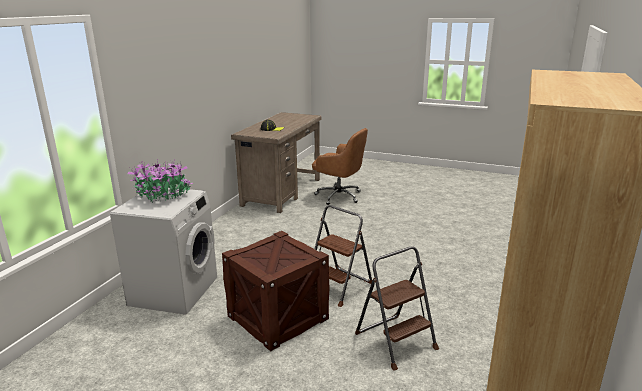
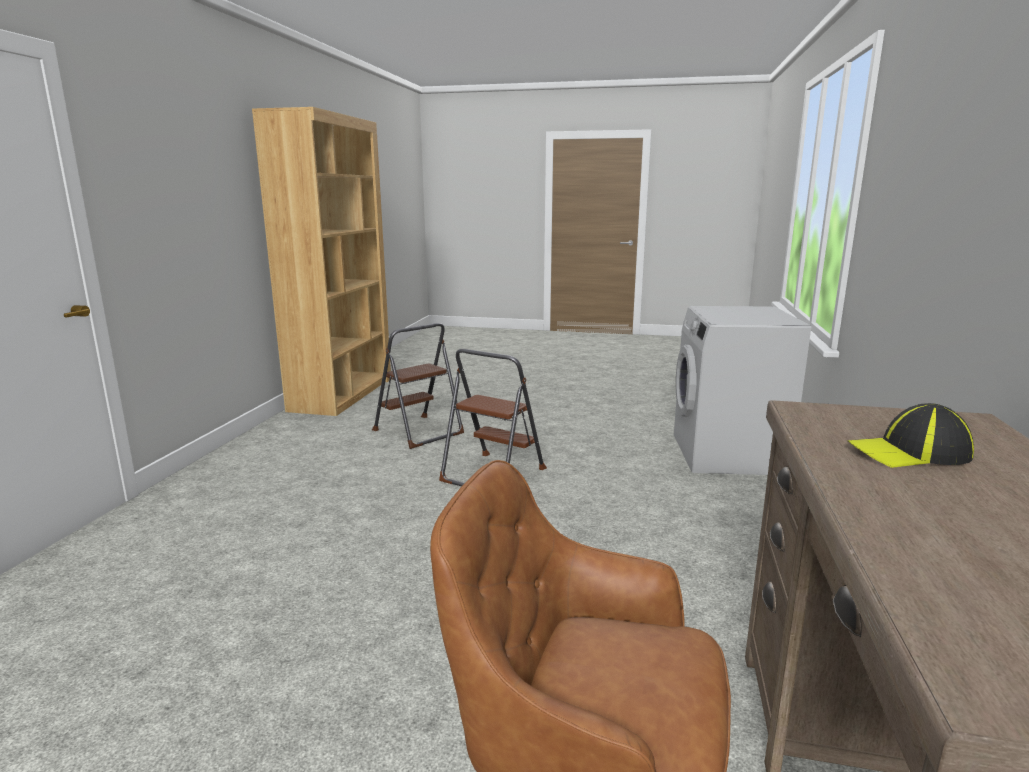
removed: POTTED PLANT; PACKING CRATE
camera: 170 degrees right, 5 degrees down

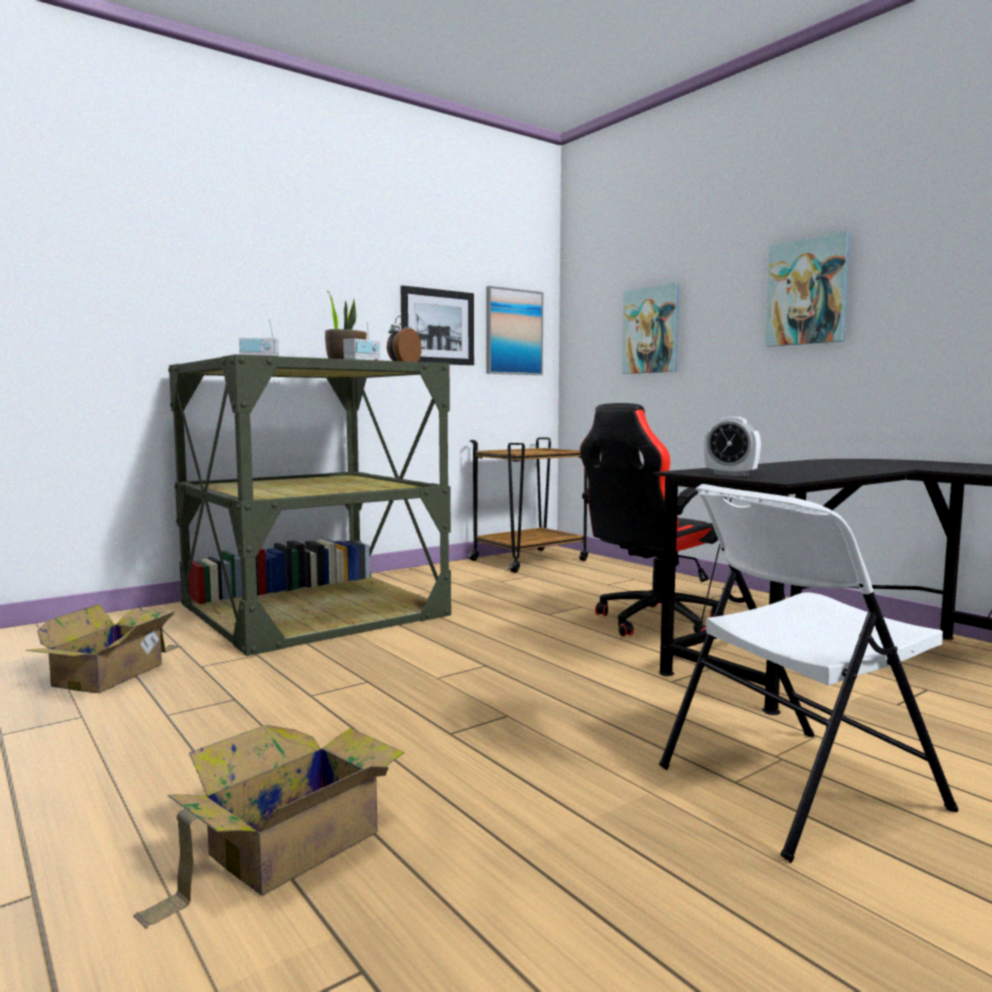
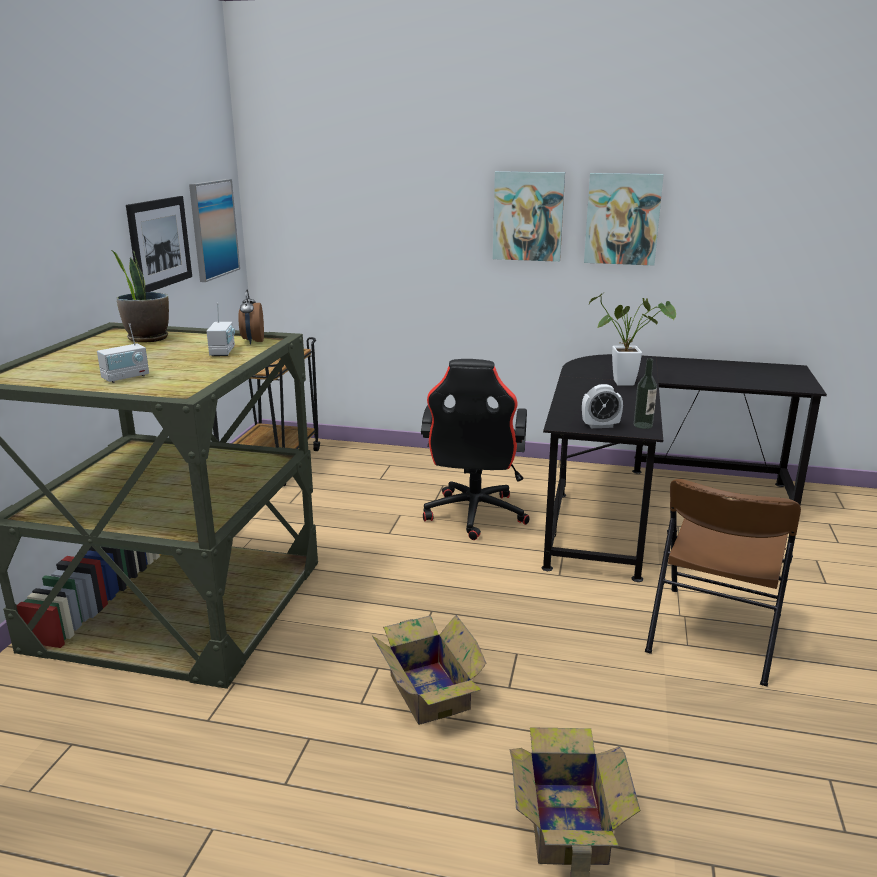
added: POTTED PLANT (2nd from left); DRINK BOTTLE
moved: PACKING BOX (1st from left); PICTURE (3rd from left in the first image) to PICTURE (4th from left)
recoloured: WHITE-COLOURED CHAIR to BROWNISH CHAIR
camera: 40 degrees left, 15 degrees up

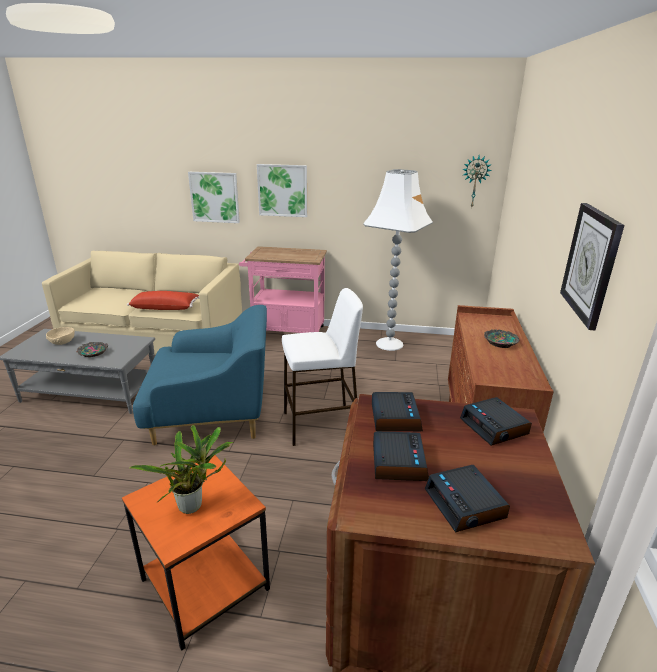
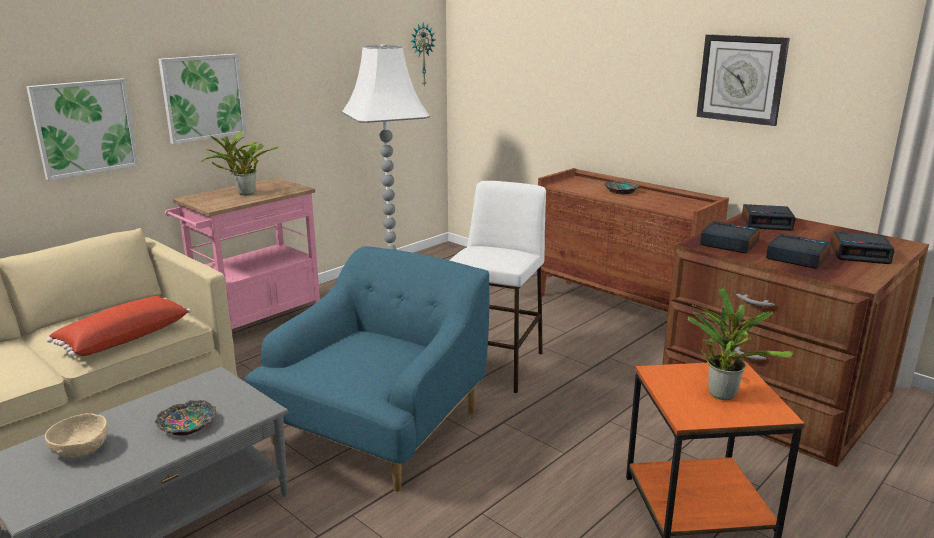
added: POTTED PLANT (1st from left)
camera: 55 degrees left, 5 degrees down

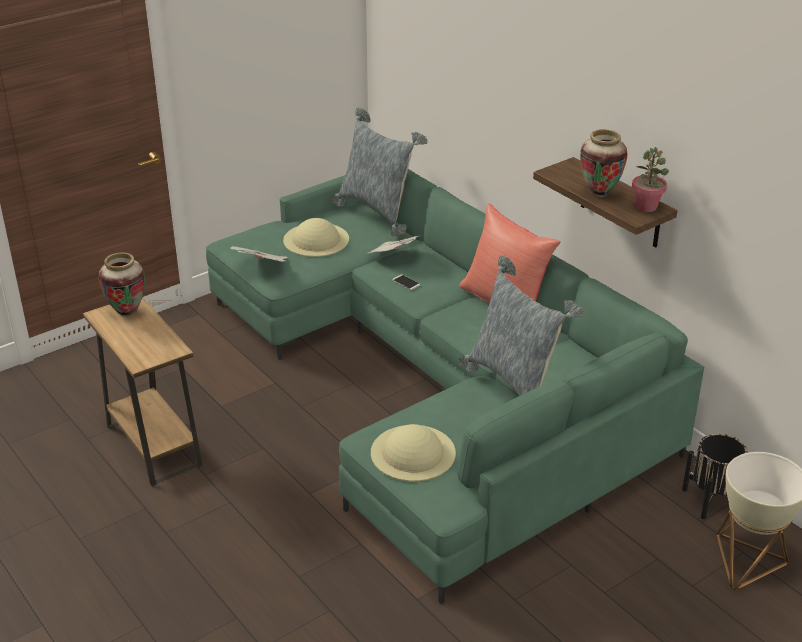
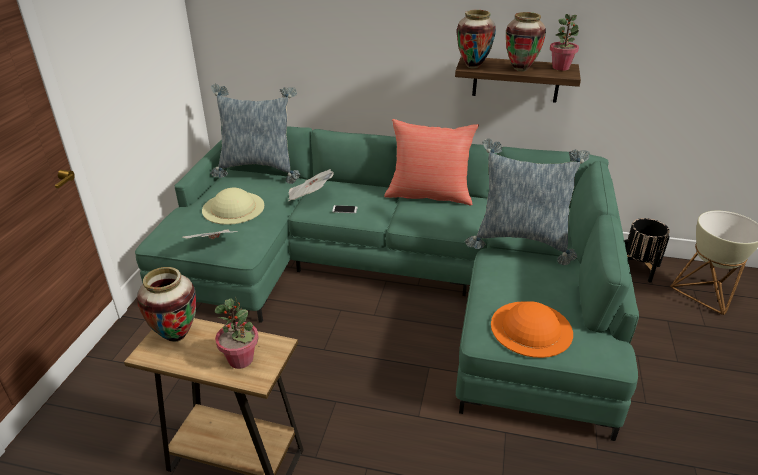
added: POTTED PLANT (1st from left); DECORATIVE VASE (2nd from left)
recoloured: BEIGE CLOTHING HAT (2nd from left) to ORANGEY CLOTHING HAT
camera: 40 degrees left, 0 degrees up

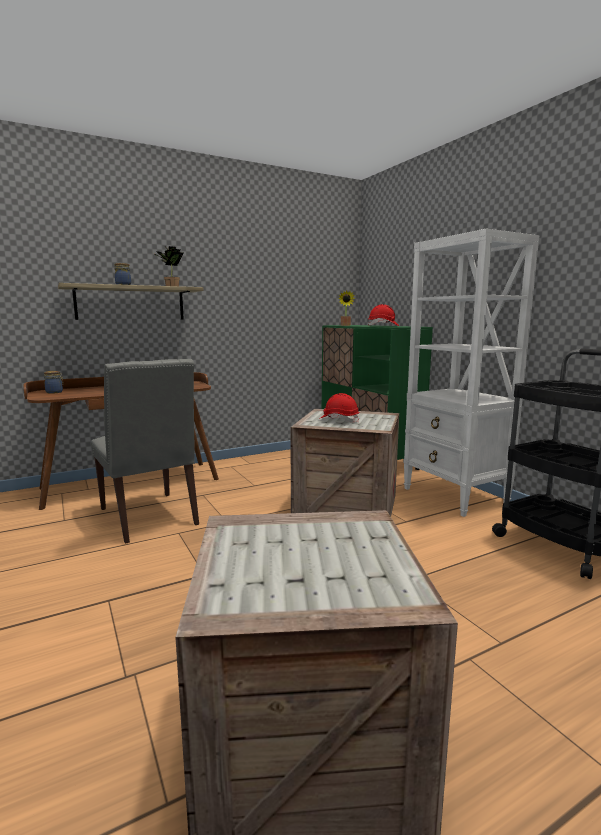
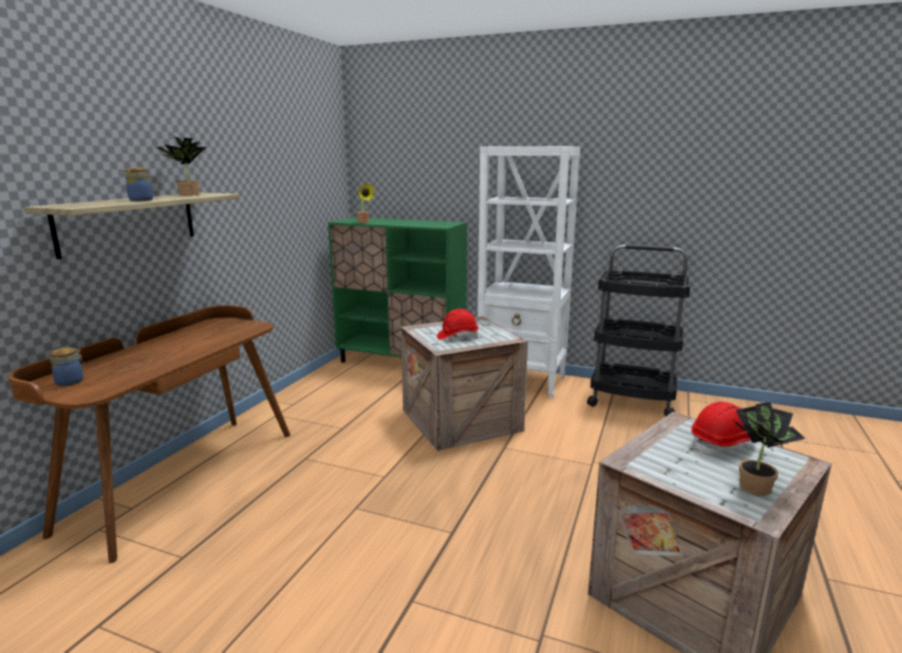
removed: GRAY CHAIR
added: POTTED PLANT (3rd from left)
moved: RED-COLOURED HARD HAT (2nd from left)
camera: 40 degrees left, 5 degrees up

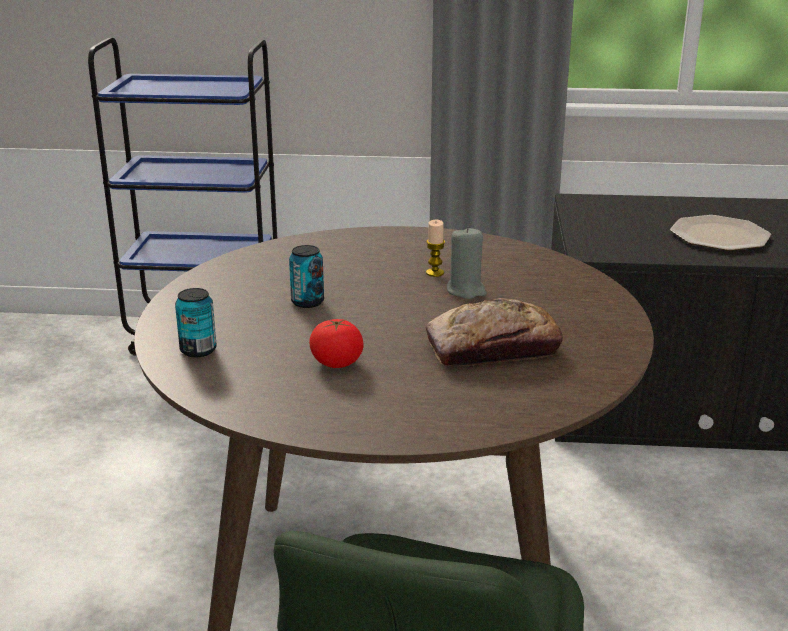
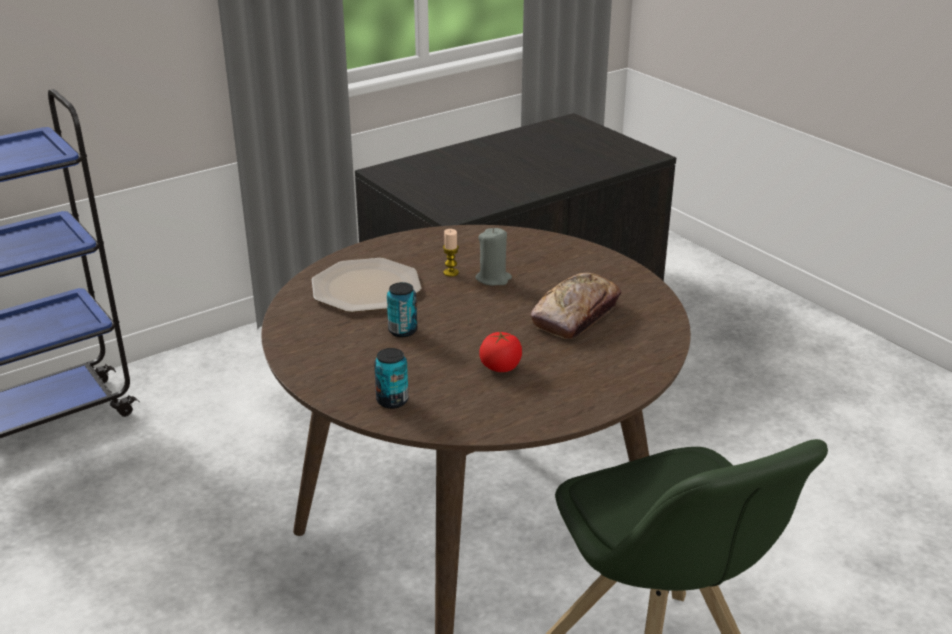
moved: PLATE
camera: 40 degrees left, 5 degrees up

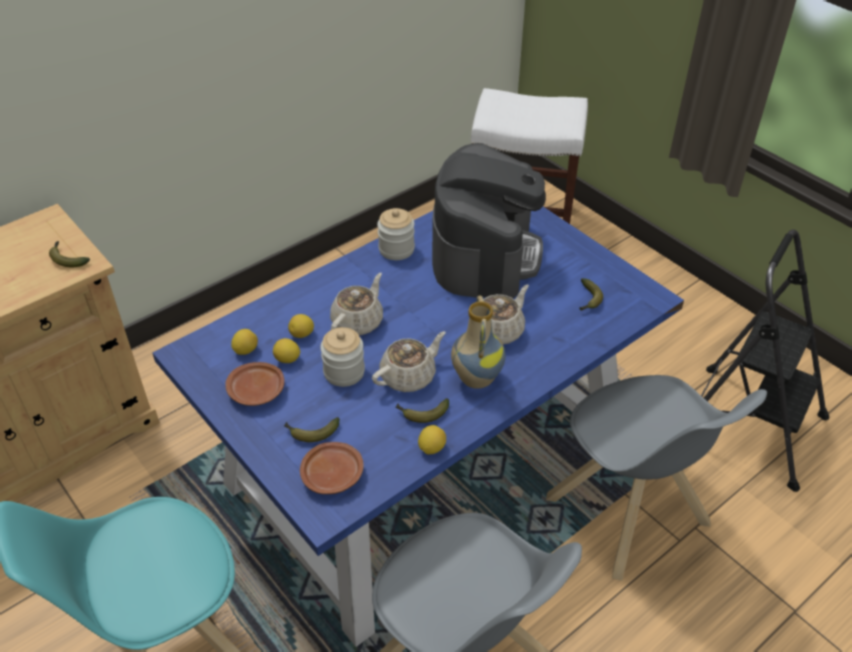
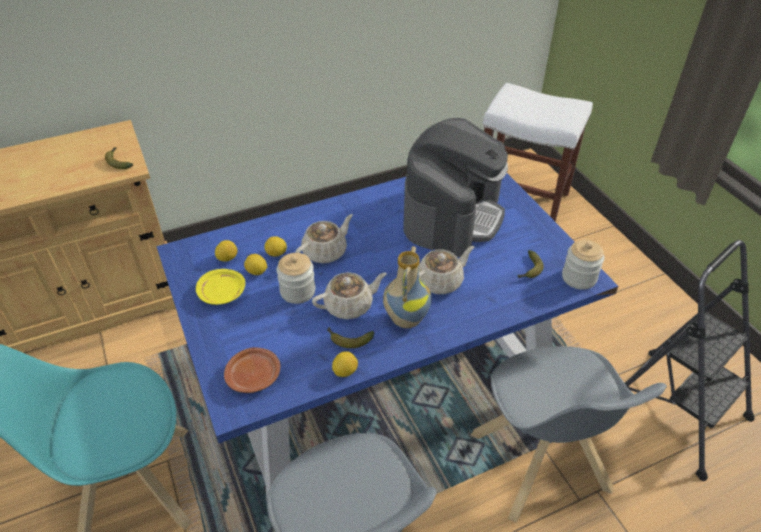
removed: WHOLE BANANA (2nd from left)
moved: PRESERVE JAR (2nd from left)
recoloured: BROWNISH PLATE (1st from left) to YELLOWISH PLATE
camera: 15 degrees right, 0 degrees up

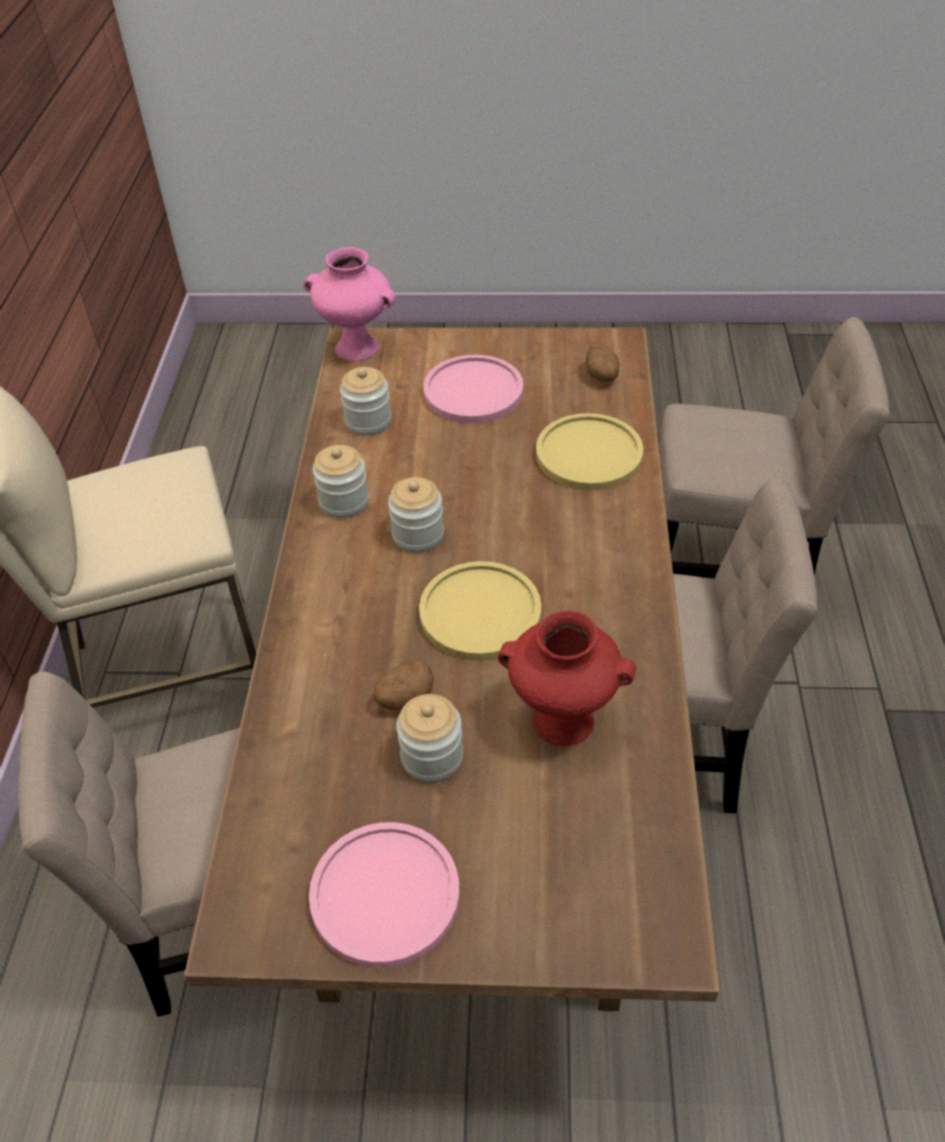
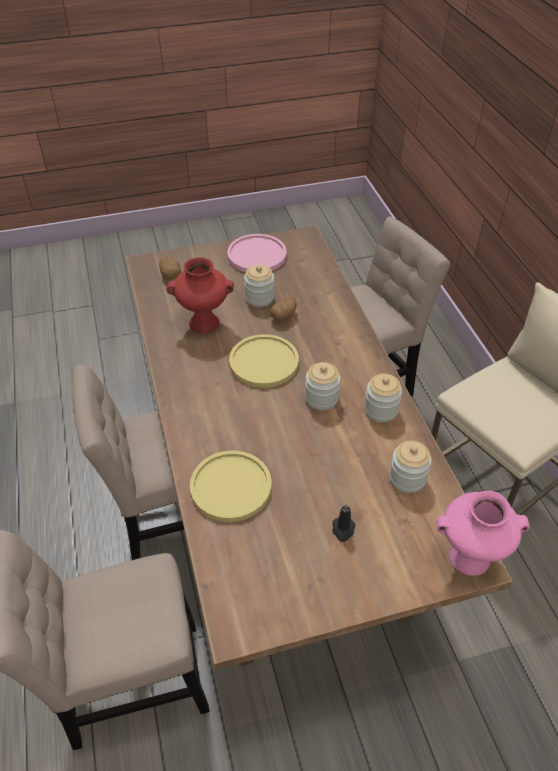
moved: WHOLE POTATO (2nd from left in the first image) to WHOLE POTATO (1st from left)
replaced: PINKISH PLATE (2nd from left) to BLACK-COLOURED CANDLE
camera: 160 degrees right, 0 degrees up

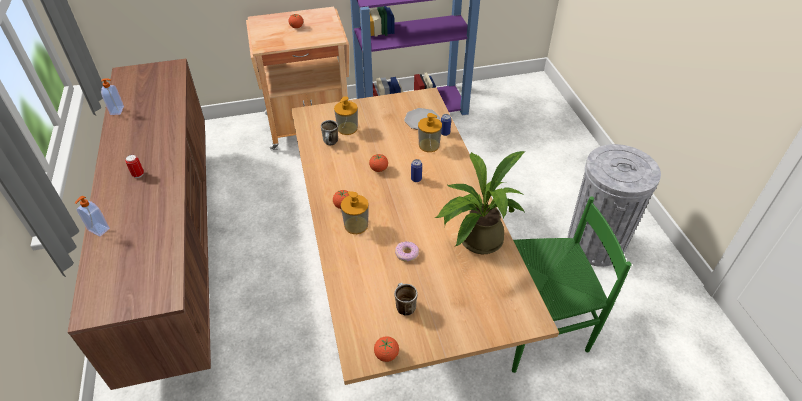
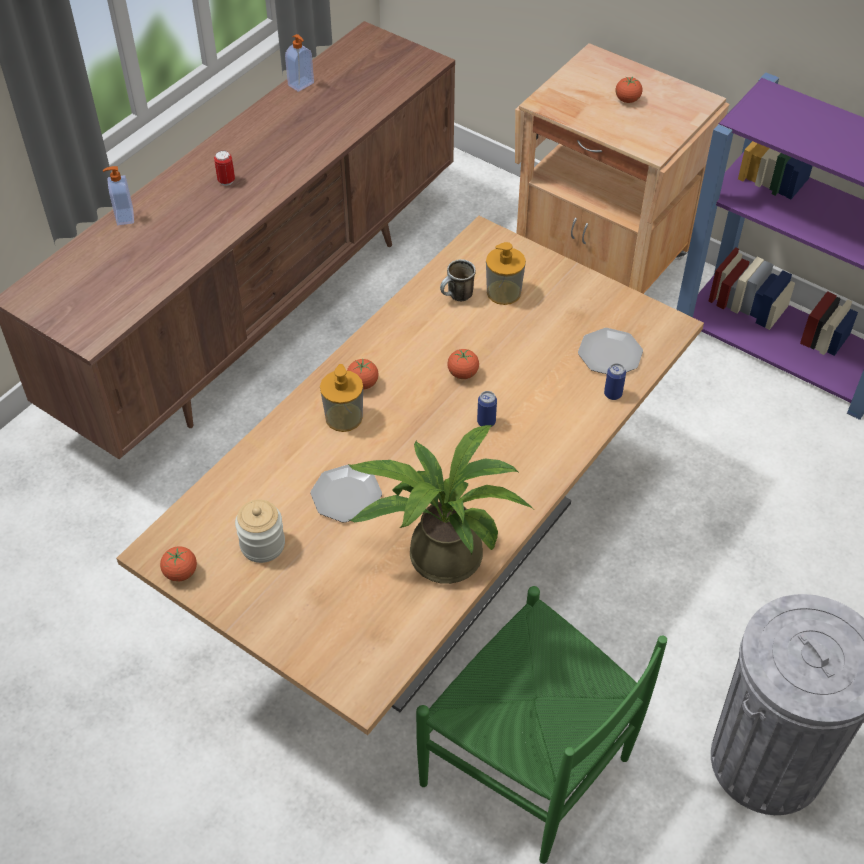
removed: LIQUID SOAP BOTTLE (5th from left)
replaced: MUG (2nd from left) to PRESERVE JAR; DOUGHNUT to PLATE (1st from left)
camera: 50 degrees right, 5 degrees up

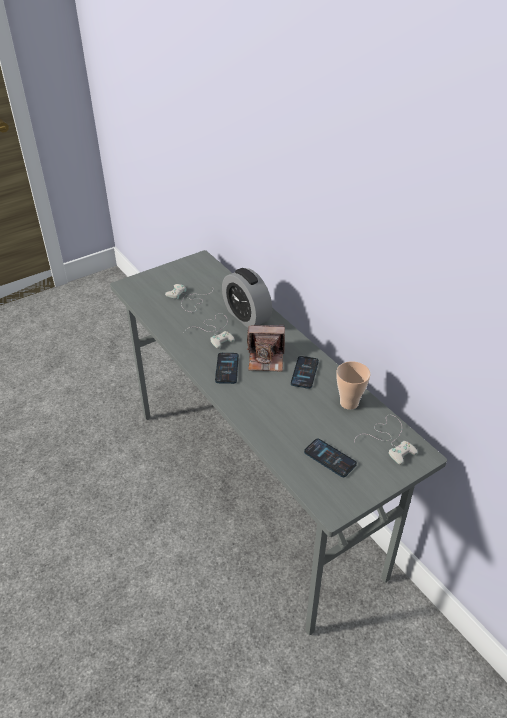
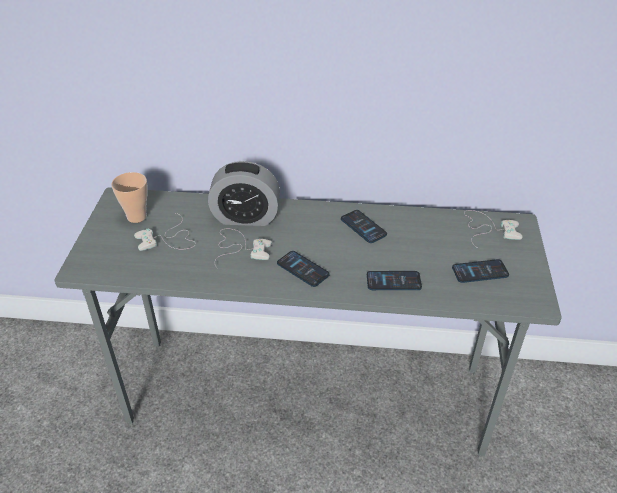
removed: STILL CAMERA
added: TELEPHONE (3rd from left)
moved: CUP
camera: 50 degrees left, 0 degrees up

